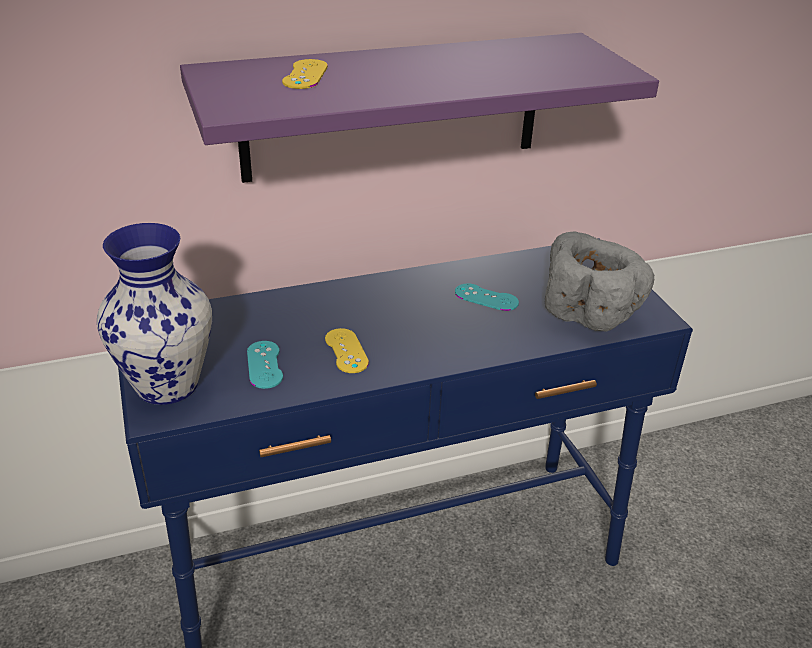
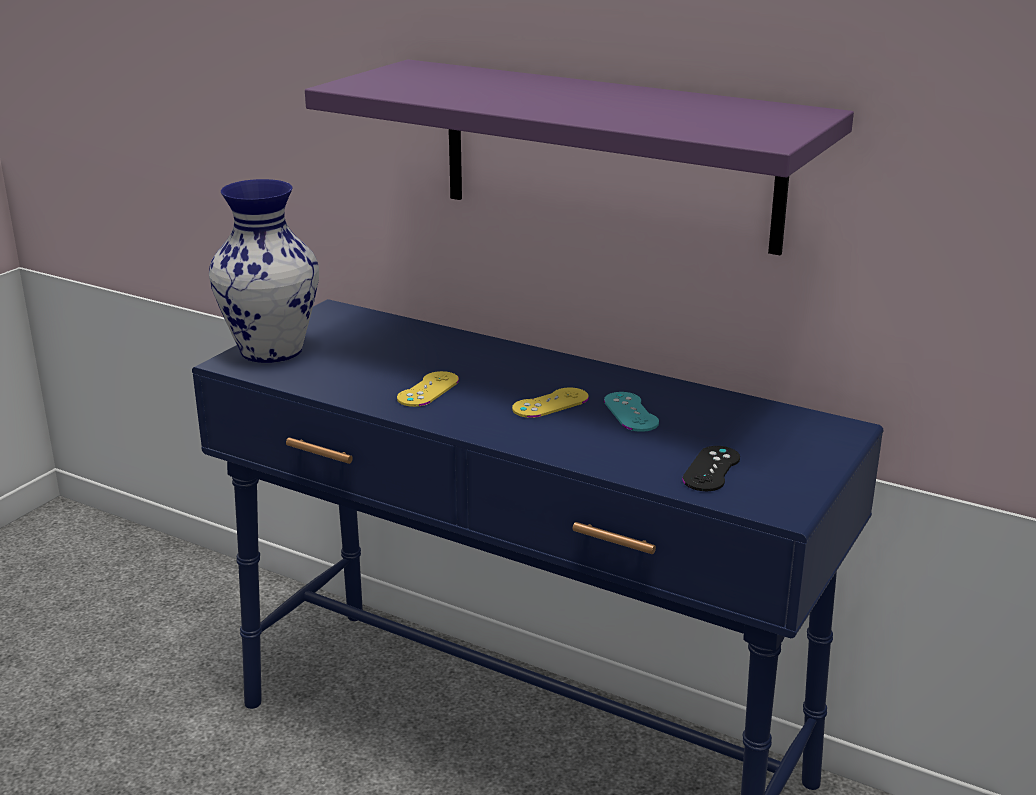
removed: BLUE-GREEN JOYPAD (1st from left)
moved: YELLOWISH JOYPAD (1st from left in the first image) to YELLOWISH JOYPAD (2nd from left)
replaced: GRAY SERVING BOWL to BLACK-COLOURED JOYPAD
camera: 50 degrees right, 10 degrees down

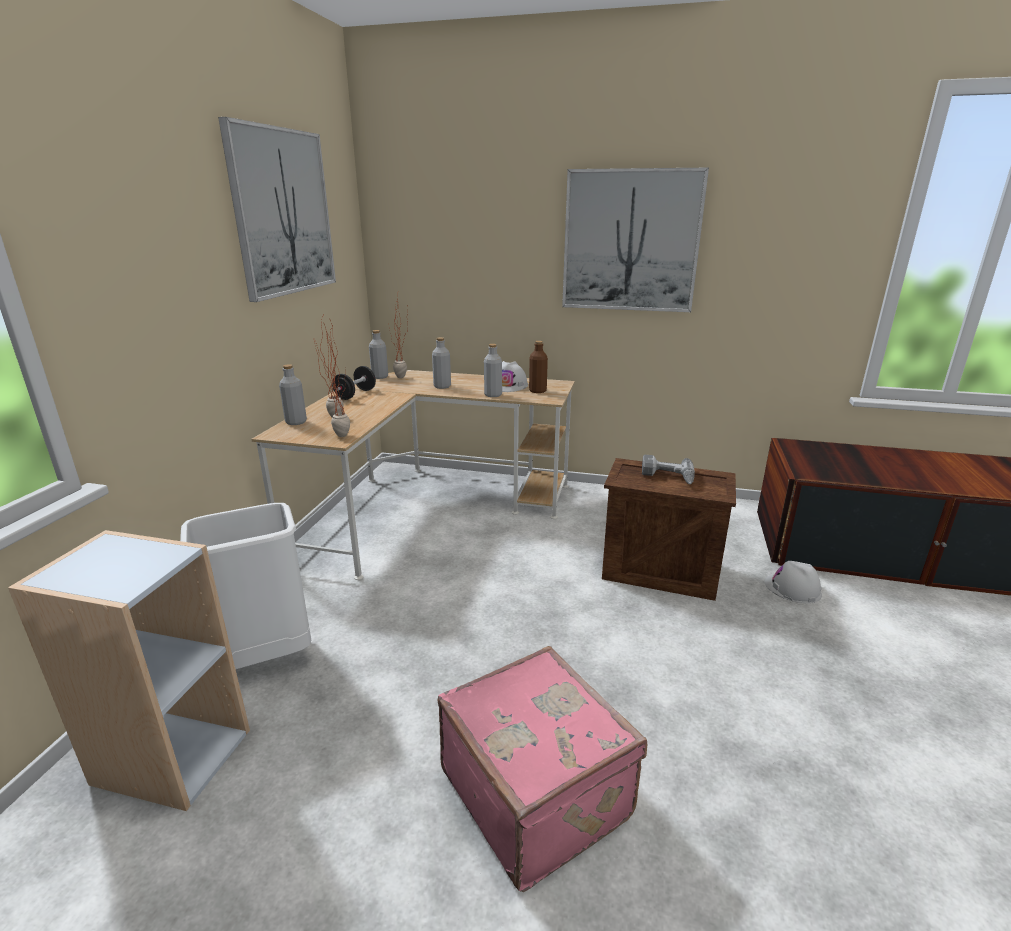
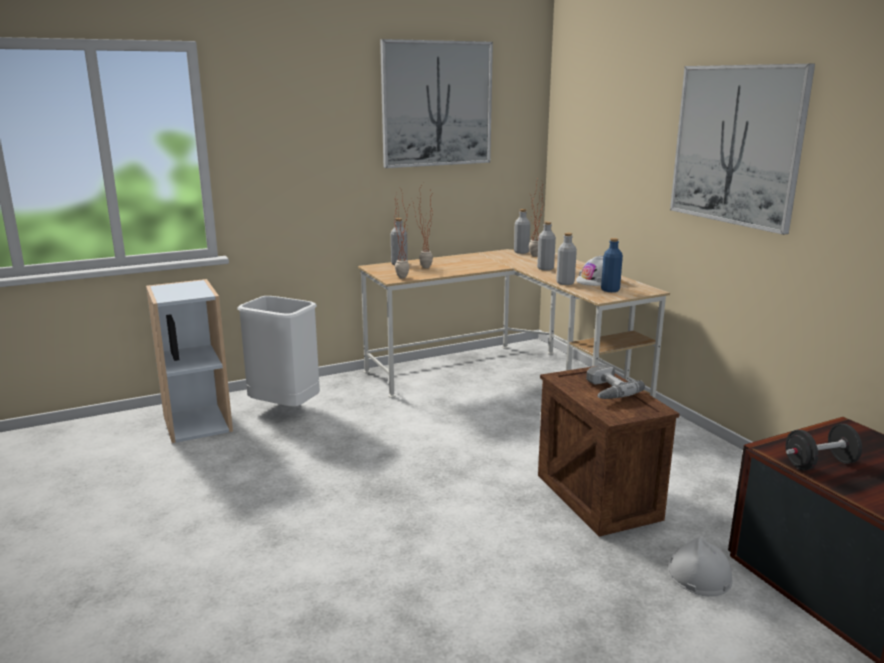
removed: PINKISH SUITCASE
moved: BLACK-COLOURED HAND WEIGHT
recoloured: BROWNISH DRINK BOTTLE to BLUE-COLOURED DRINK BOTTLE
camera: 50 degrees right, 5 degrees down

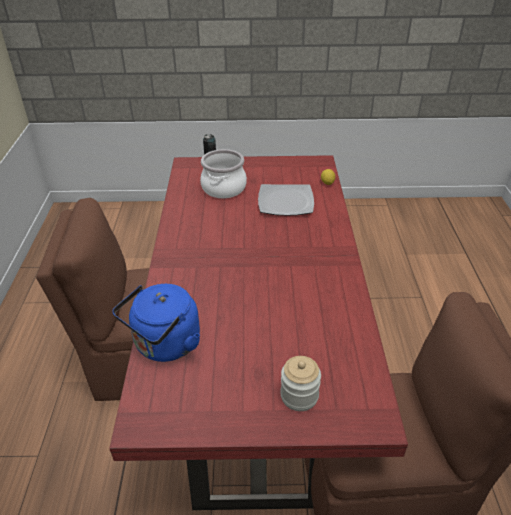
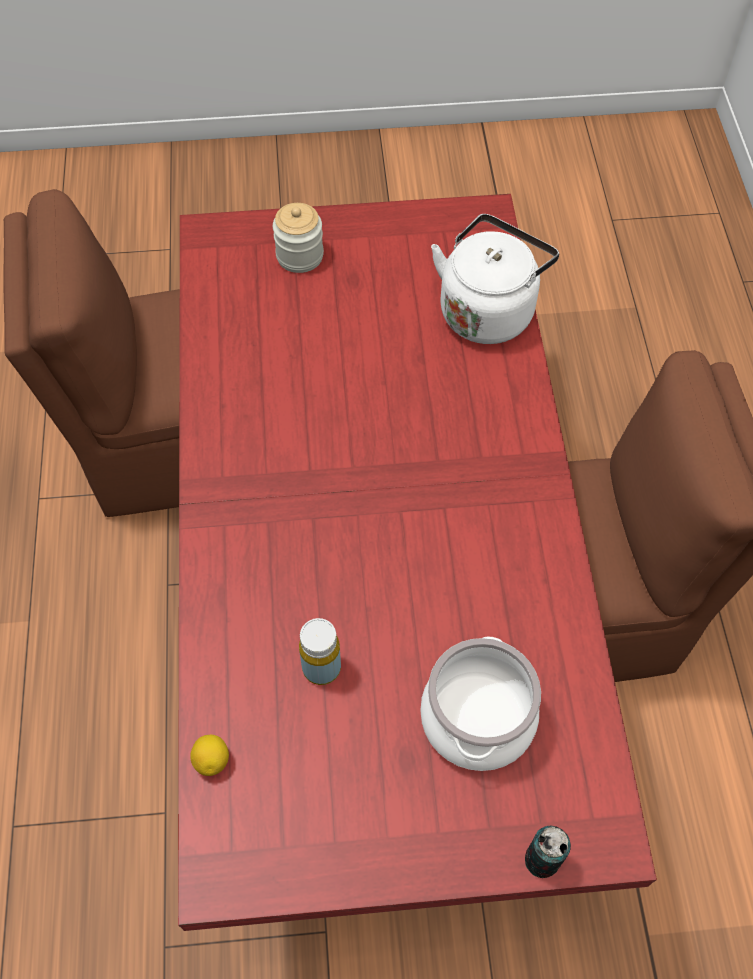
replaced: PLATE to YELLOWISH DRINK BOTTLE
recoloured: BLUE-COLOURED WATER KETTLE to WHITE-COLOURED WATER KETTLE
camera: 175 degrees right, 20 degrees up

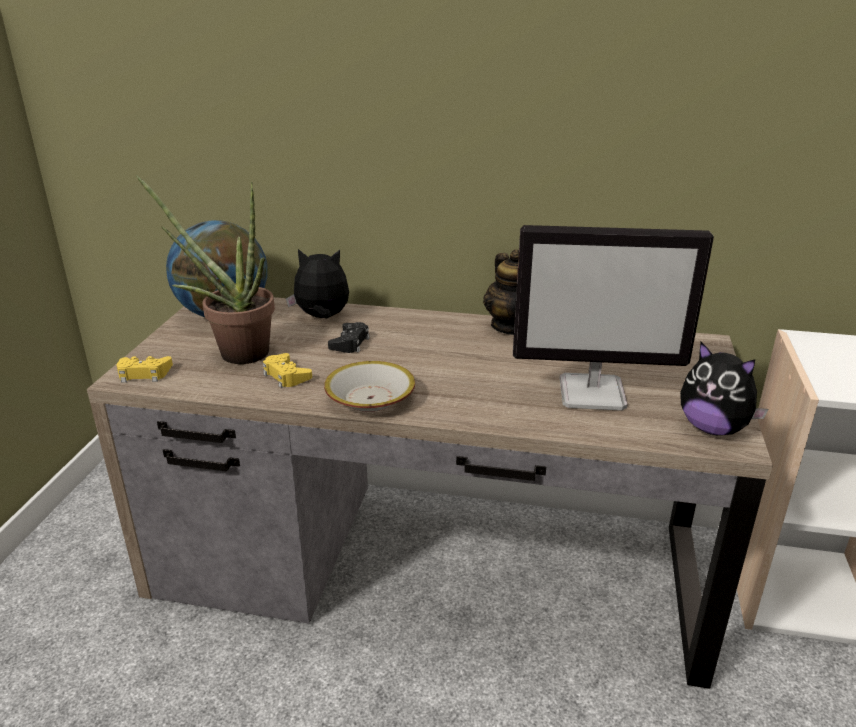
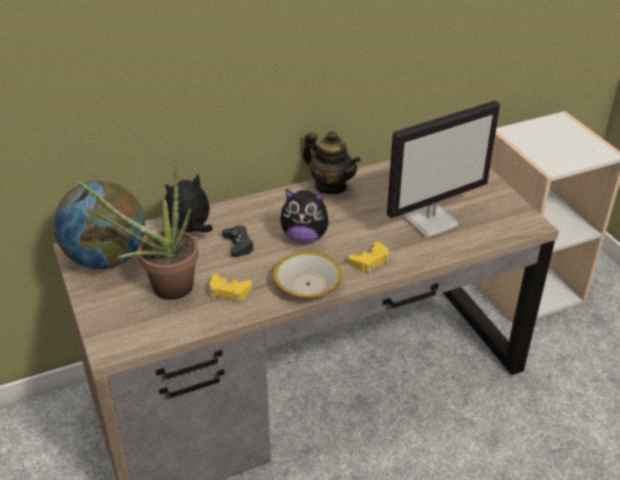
moved: CUDDLY TOY (2nd from left); YELLOWISH JOYPAD (1st from left in the first image) to YELLOWISH JOYPAD (2nd from left)
camera: 35 degrees left, 10 degrees up

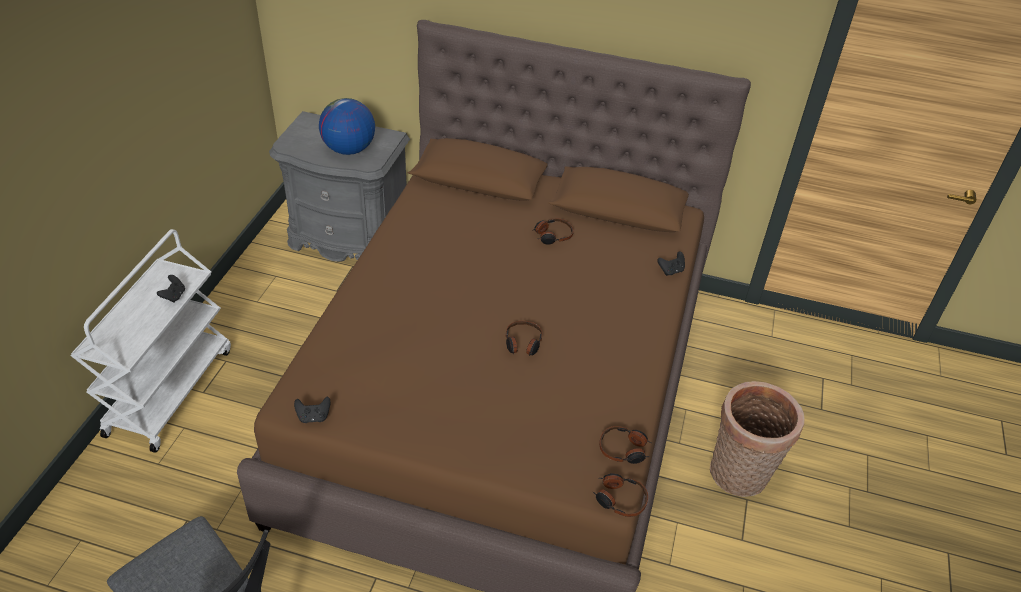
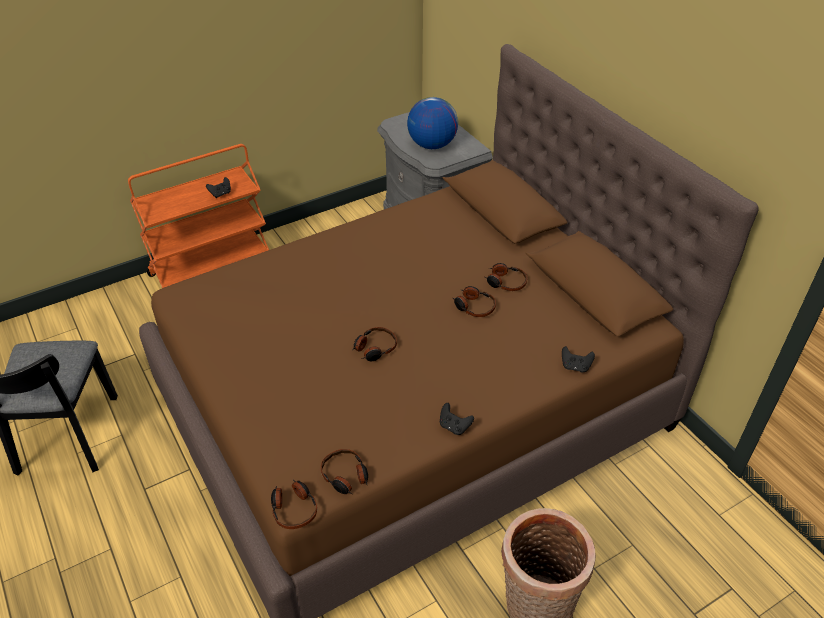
added: PAIR OF HEADPHONES (4th from left)
moved: BLACK-COLOURED JOYPAD (2nd from left)
recoloured: WHITE-COLOURED TROLLEY to ORANGEY TROLLEY
camera: 45 degrees right, 0 degrees up

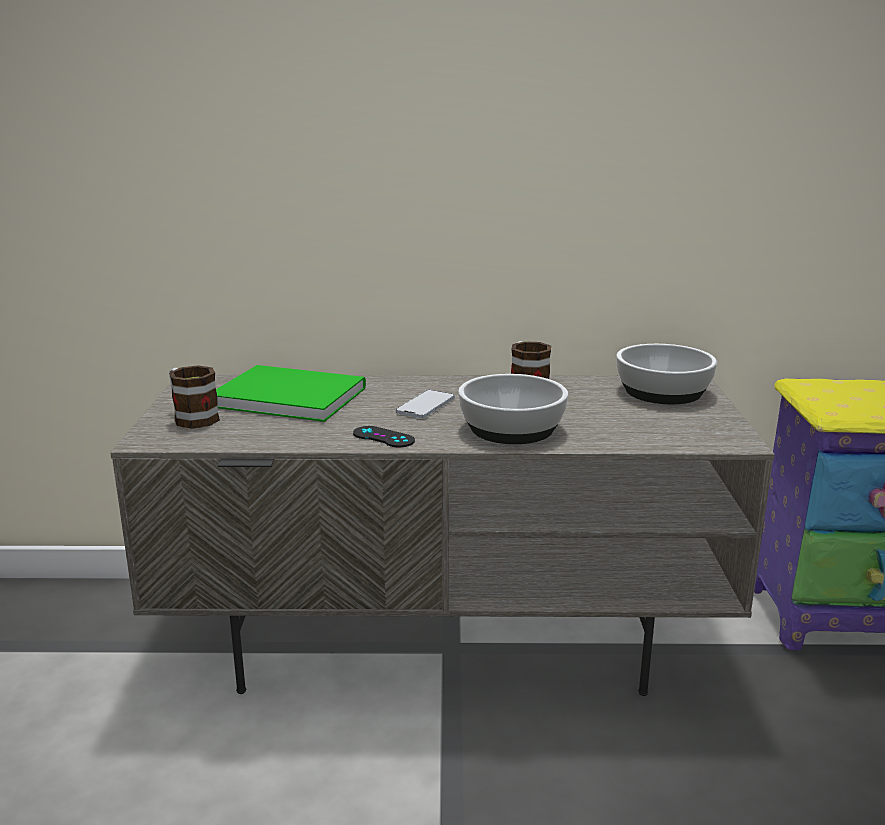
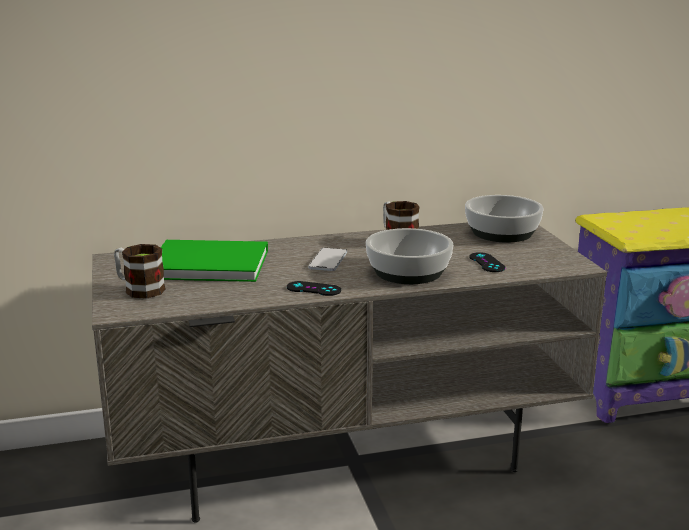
added: BLACK-COLOURED JOYPAD (2nd from left)
camera: 15 degrees left, 0 degrees up

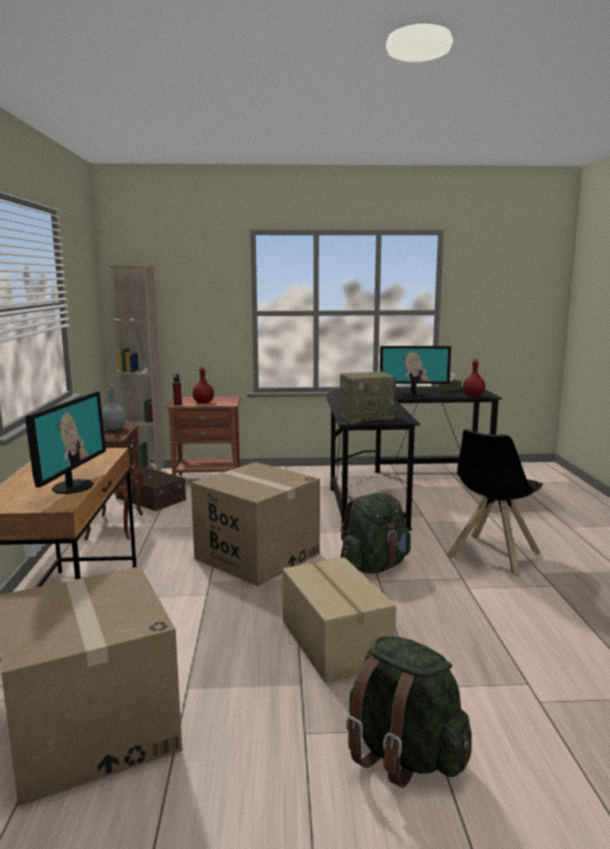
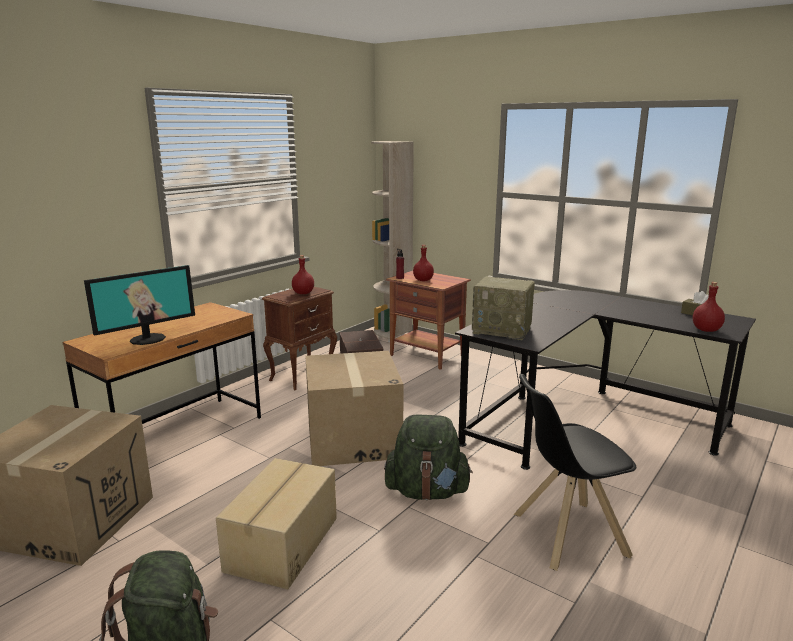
removed: COMPUTER SCREEN (2nd from left)
recoloured: GRAY DRINK BOTTLE to RED-COLOURED DRINK BOTTLE (1st from left)
camera: 40 degrees right, 5 degrees up

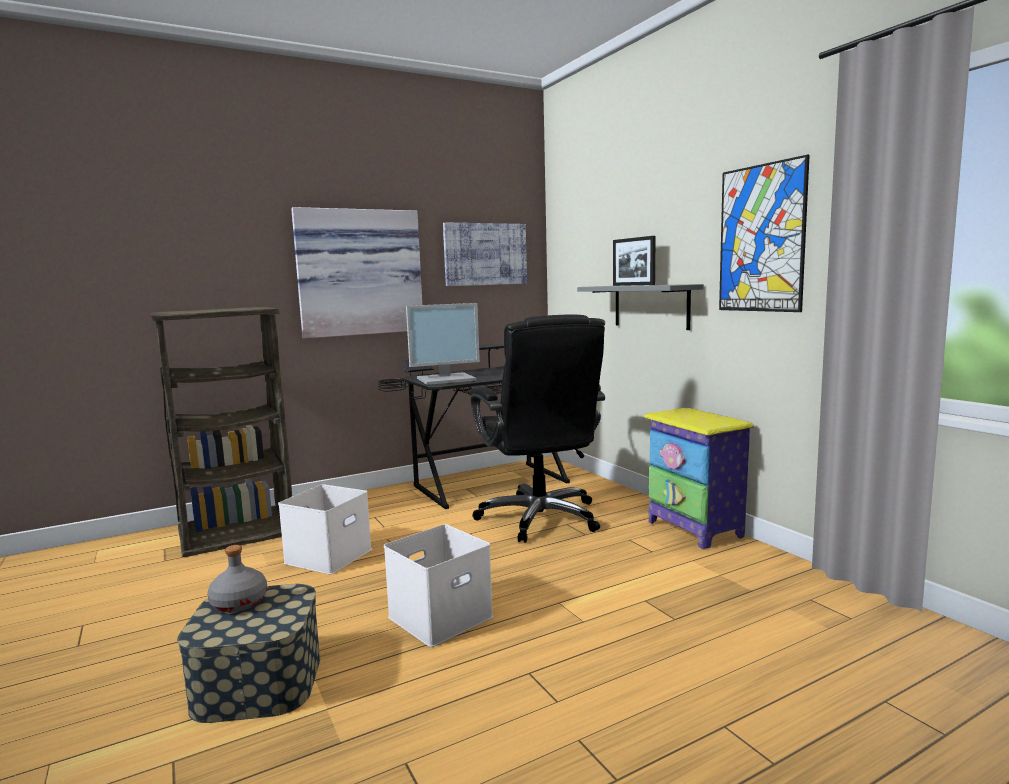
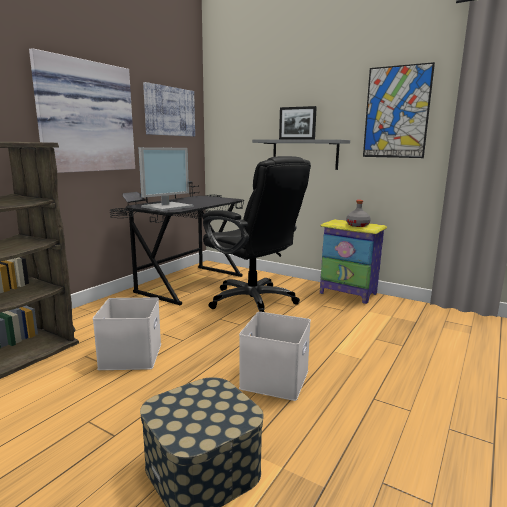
moved: GRAY DRINK BOTTLE
camera: 30 degrees left, 5 degrees up

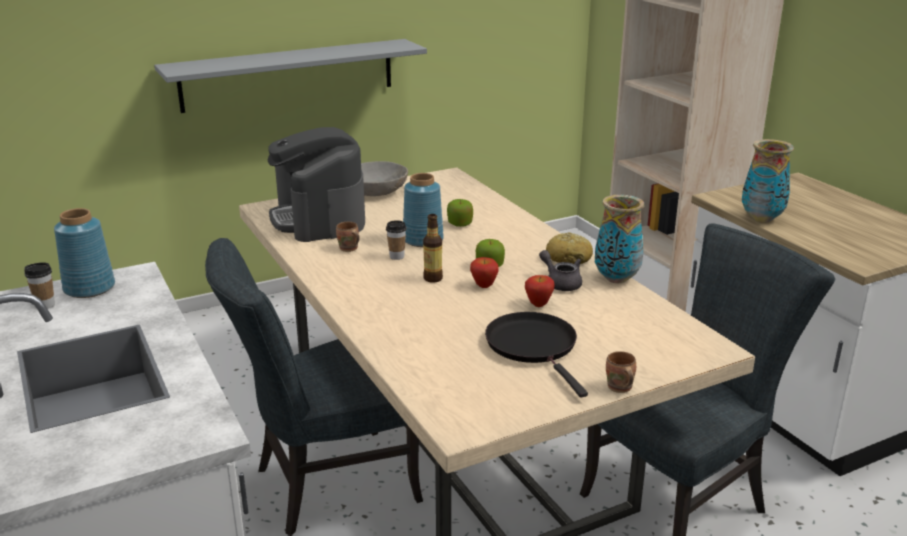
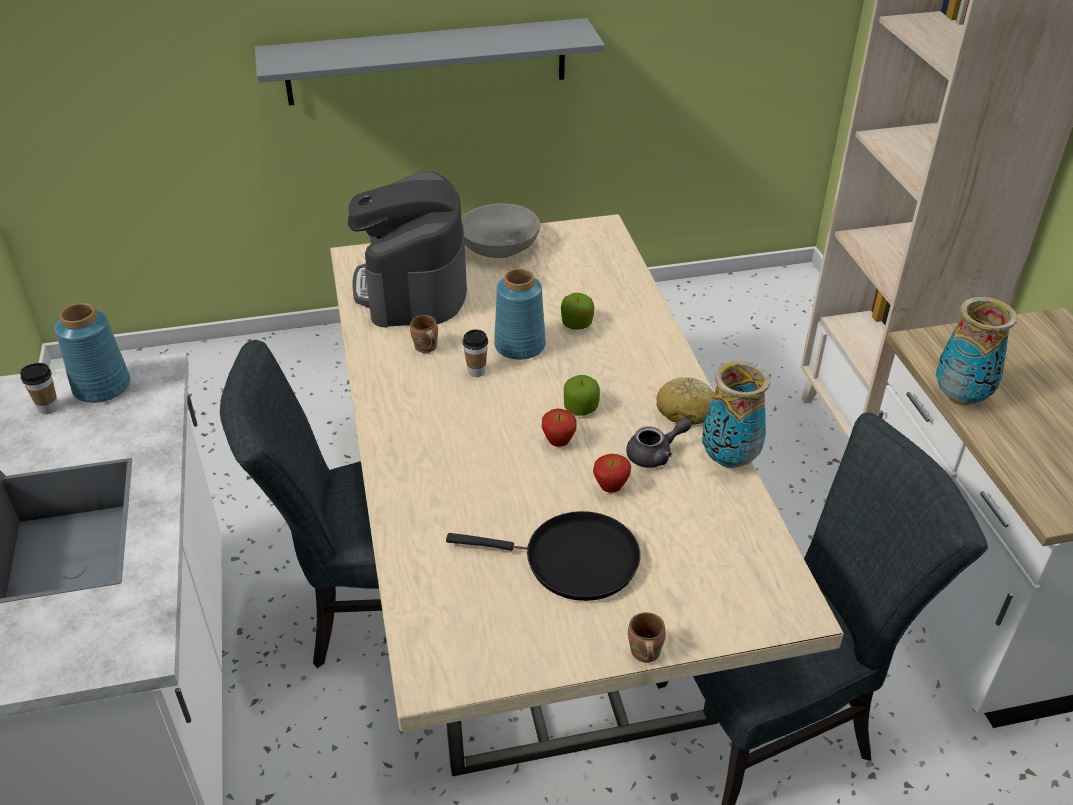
removed: DRINK BOTTLE
turned: BLACK-COLOURED PAN 105 degrees clockwise; GRAY TEAPOT 90 degrees clockwise
camera: 15 degrees right, 15 degrees up

